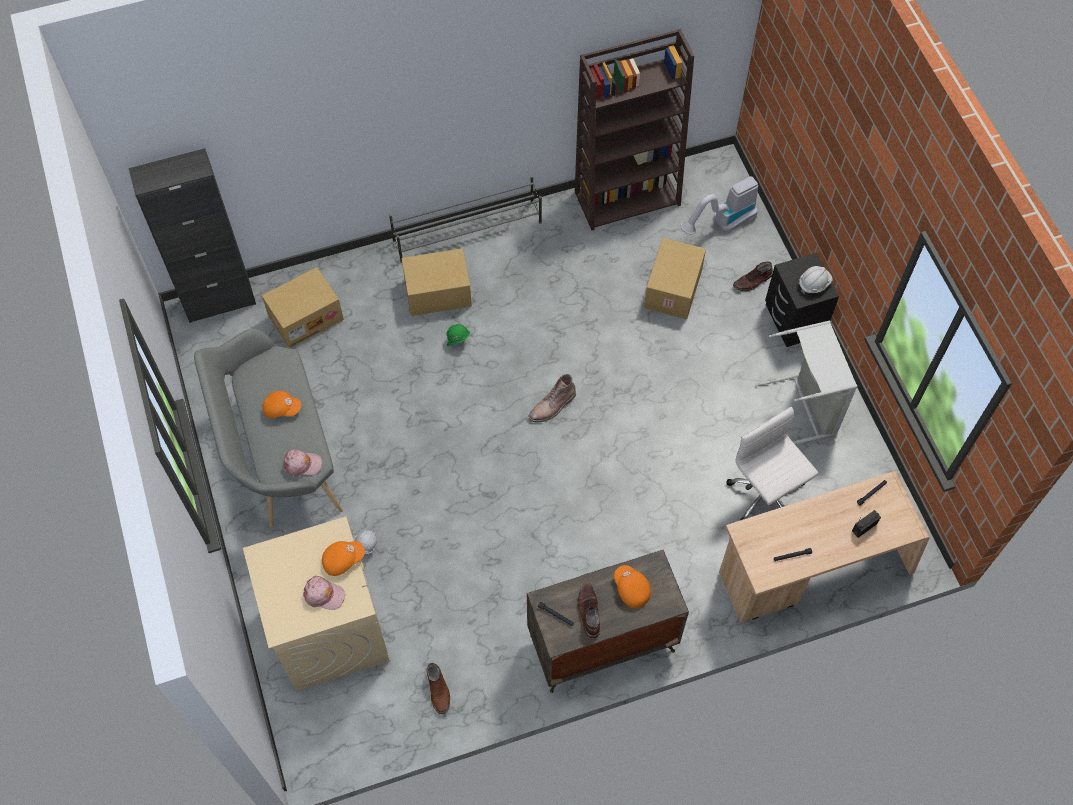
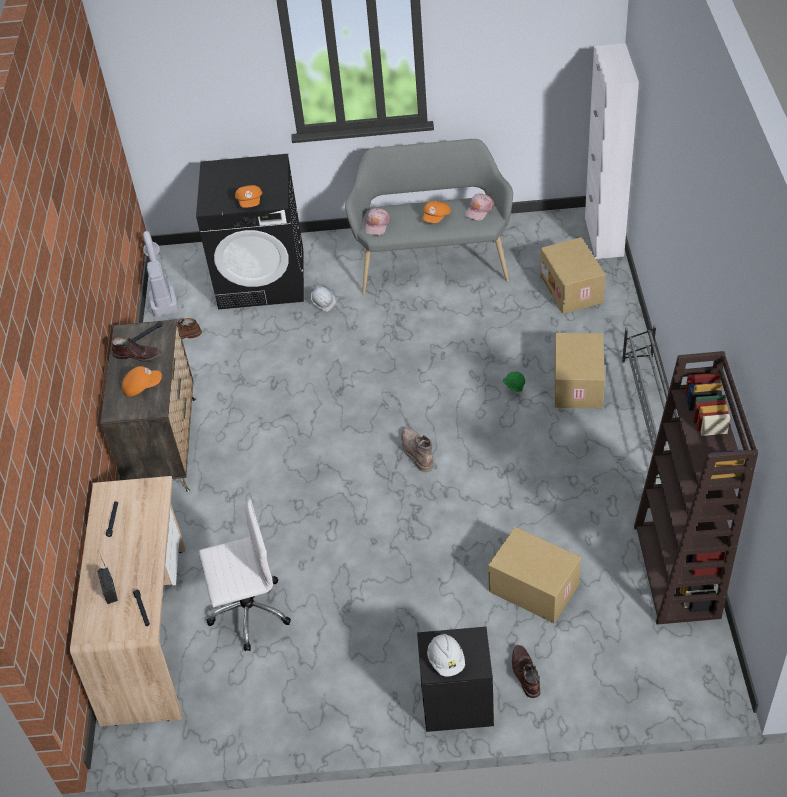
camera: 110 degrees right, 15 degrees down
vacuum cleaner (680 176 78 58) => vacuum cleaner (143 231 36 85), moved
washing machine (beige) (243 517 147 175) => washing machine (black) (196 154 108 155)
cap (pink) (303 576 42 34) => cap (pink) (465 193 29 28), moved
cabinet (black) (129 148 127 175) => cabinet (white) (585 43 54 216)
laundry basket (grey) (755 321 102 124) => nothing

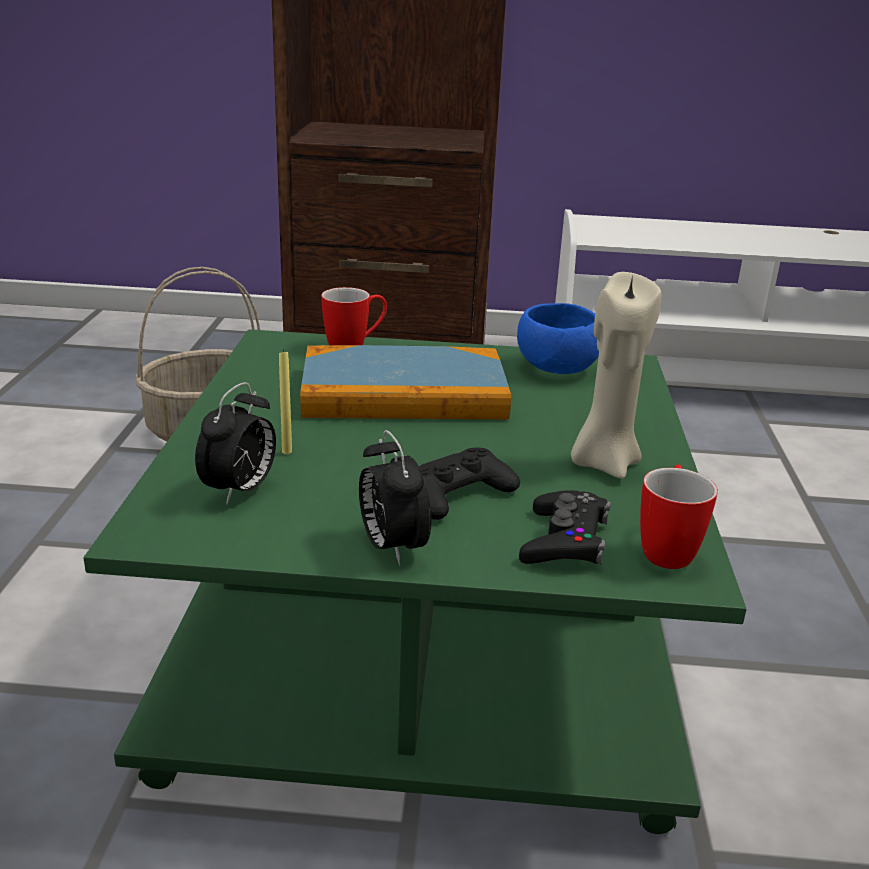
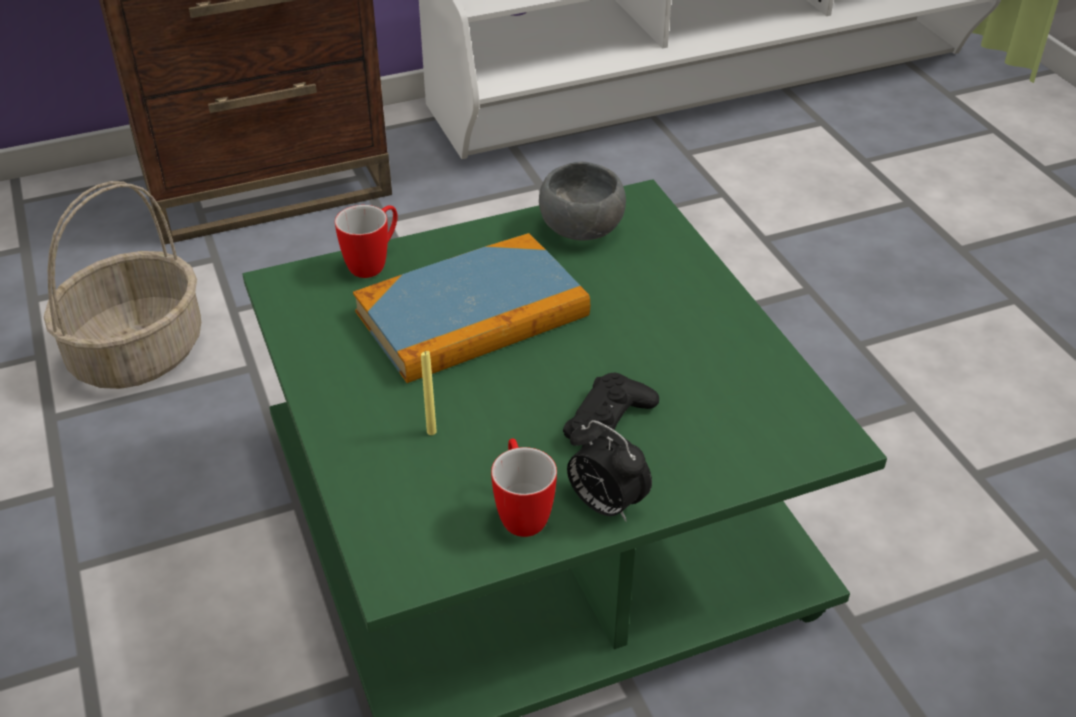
camera: 25 degrees left, 15 degrees up
mug (640 465 78 104) => mug (491 439 66 98), moved
bowl (blue) (517 303 82 71) => bowl (grey) (539 162 87 79)
alarm clock (195 382 81 123) => nothing
game controller (black) (519 490 92 75) => nothing
candle (beige) (571 272 91 207) => nothing

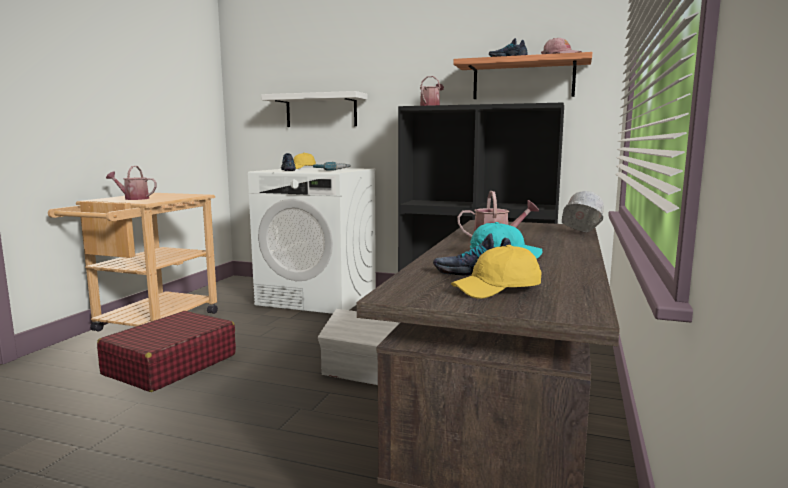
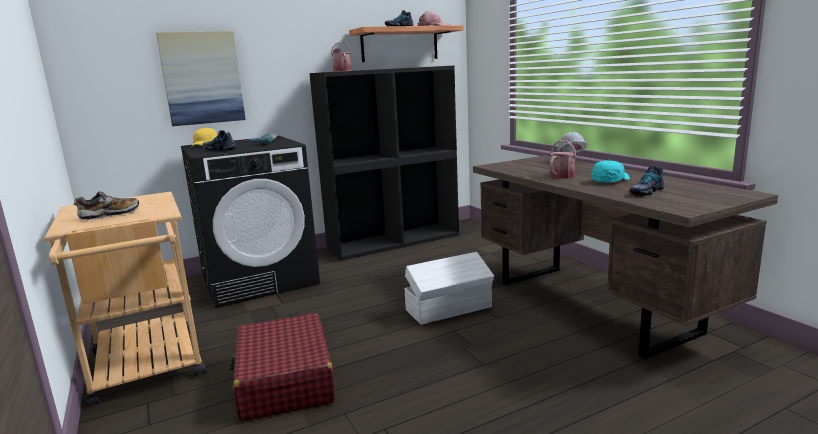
camera: 45 degrees left, 5 degrees up
watering can (106 166 51 34) => shoe (74 191 65 29)
shelf (white) (261 91 107 36) => picture (156 31 90 95)
washing machine (white) (248 168 128 146) => washing machine (black) (181 136 139 172)
cap (yellow) (451 245 91 54) => nothing

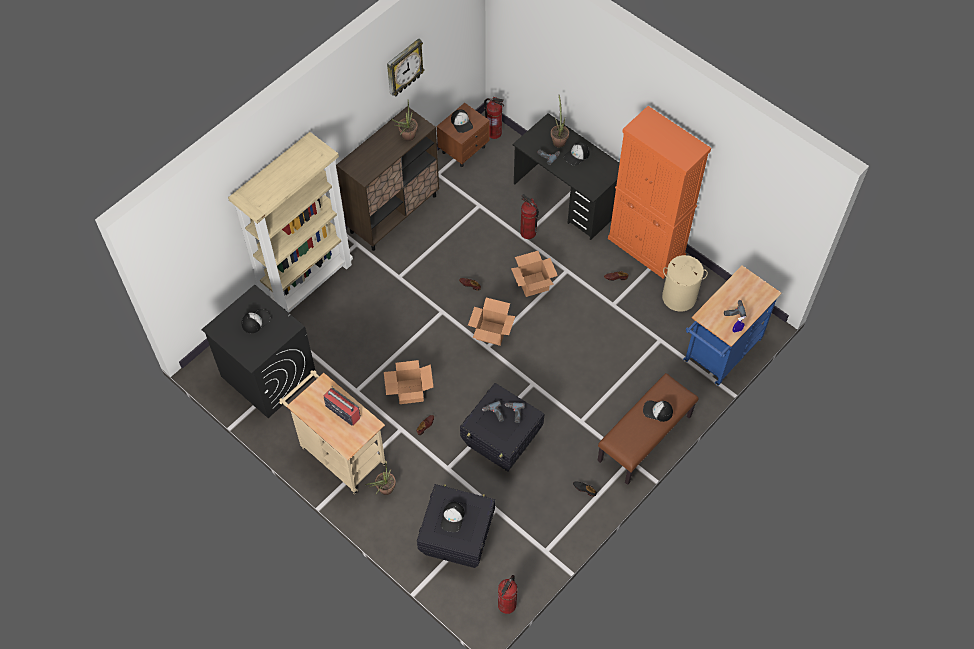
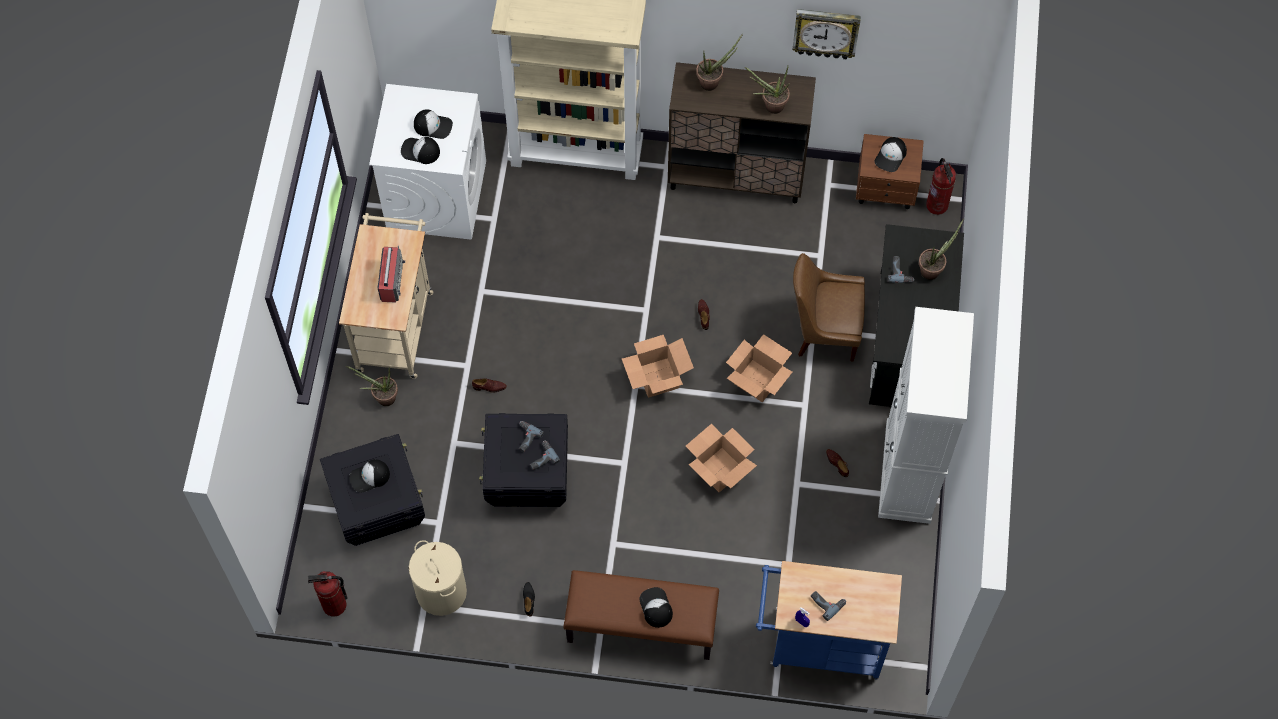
camera: 55 degrees right, 5 degrees up
washing machine (black) (201 285 115 133) => washing machine (white) (369 84 117 156)
cap (564 142 26 24) => cap (401 137 39 27), moved
laundry basket (beige) (662 255 46 57) => laundry basket (beige) (409 540 58 76), moved
cardboard box (384 360 49 44) => cardboard box (686 424 71 68), moved
nothing => potted plant (696 33 47 58)
fire extinguisher (520 194 19 45) => chair (brown) (793 253 72 108)
cabinet (orange) (608 106 103 173) => cabinet (white) (878 307 96 217)

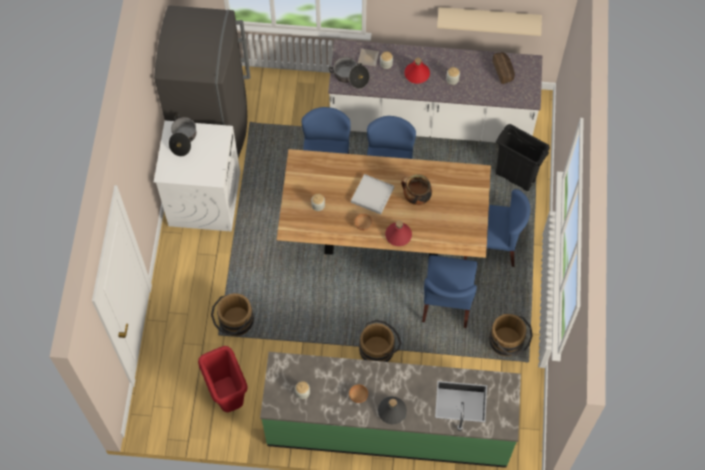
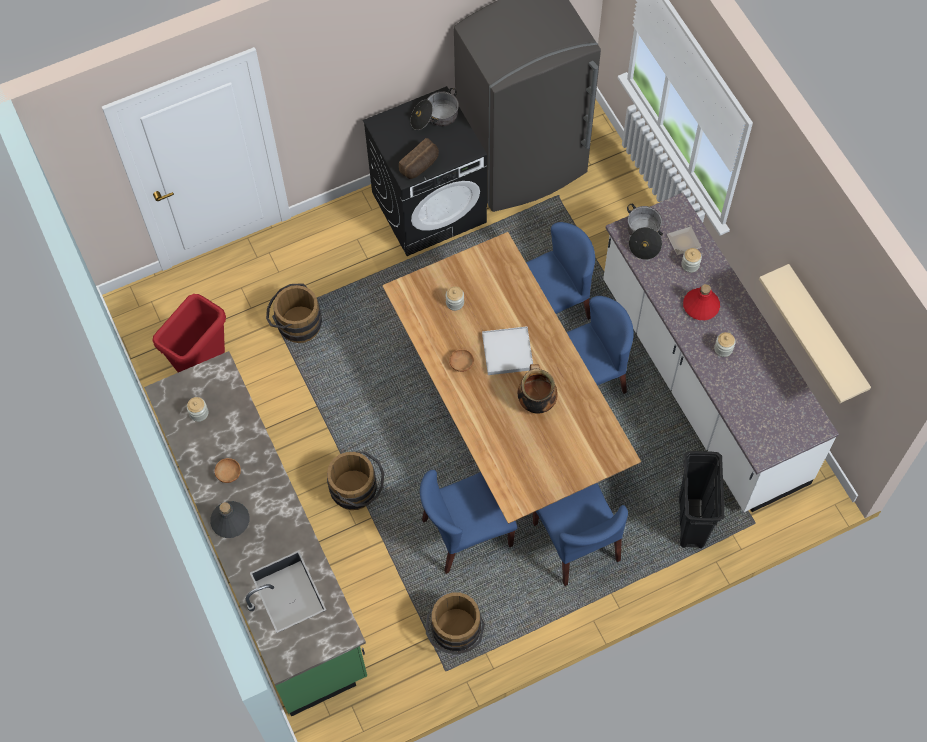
camera: 60 degrees right, 0 degrees up
washing machine (white) (154 121 86 110) => washing machine (black) (363 86 124 170)
bread (493 52 22 32) => bread (399 138 40 41), moved
bottle (red) (385 221 27 25) => nothing

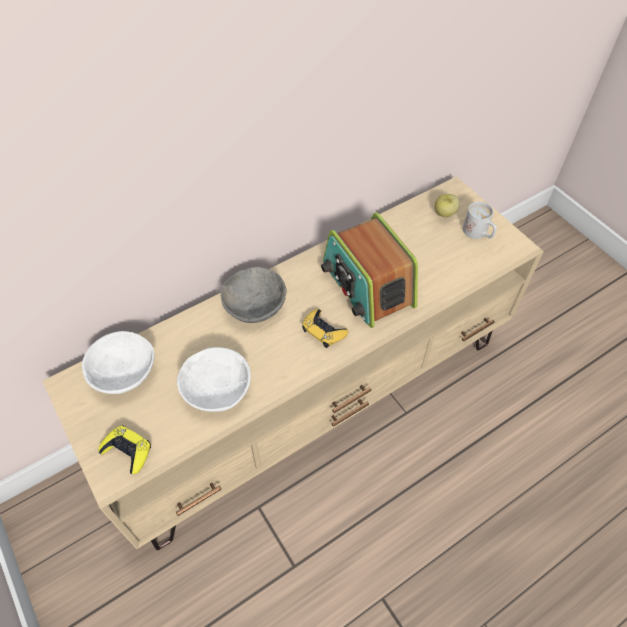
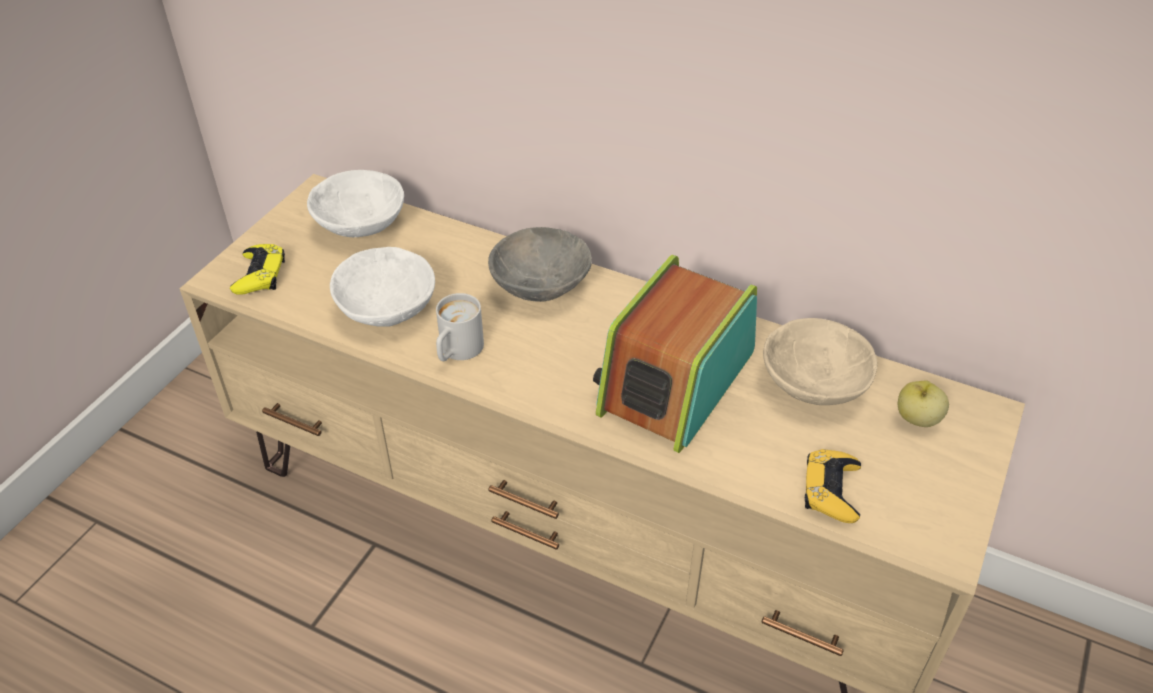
camera: 60 degrees right, 10 degrees down
mug (white) (463 202 34 37) => mug (white) (436 293 48 68), moved
nothing => bowl (beige) (763 318 114 87)
game controller (yellow) (302 309 46 39) => game controller (yellow) (805 449 56 74), moved

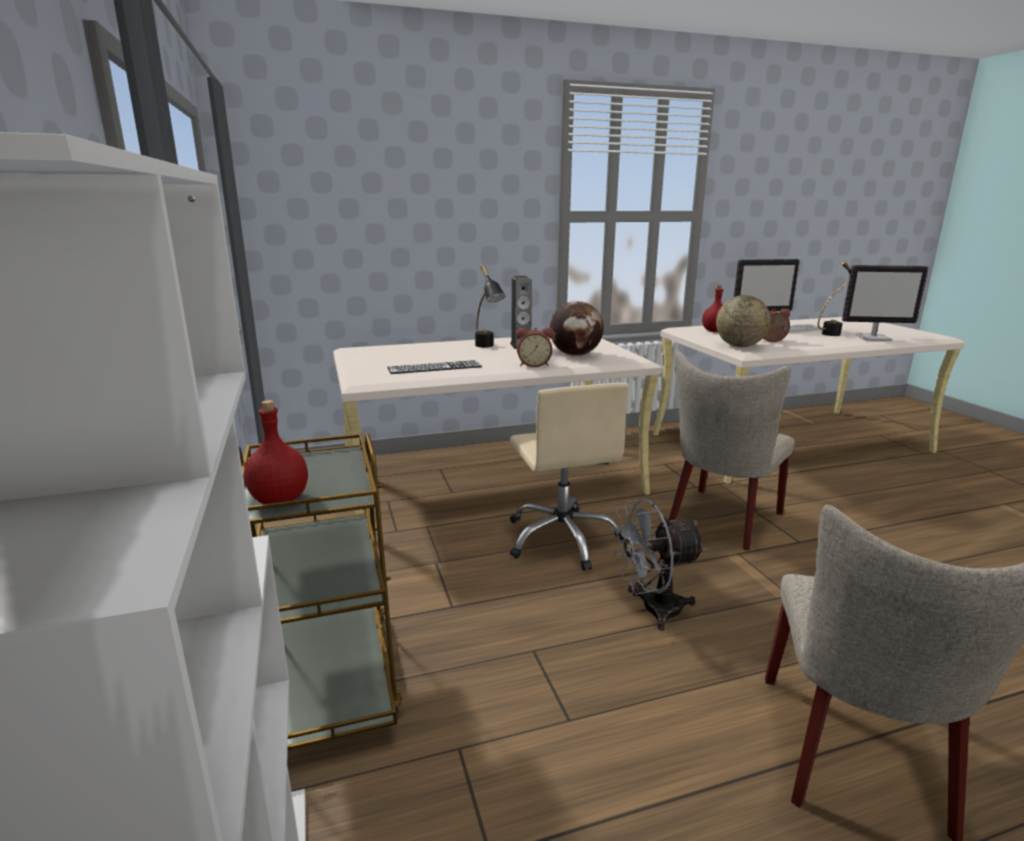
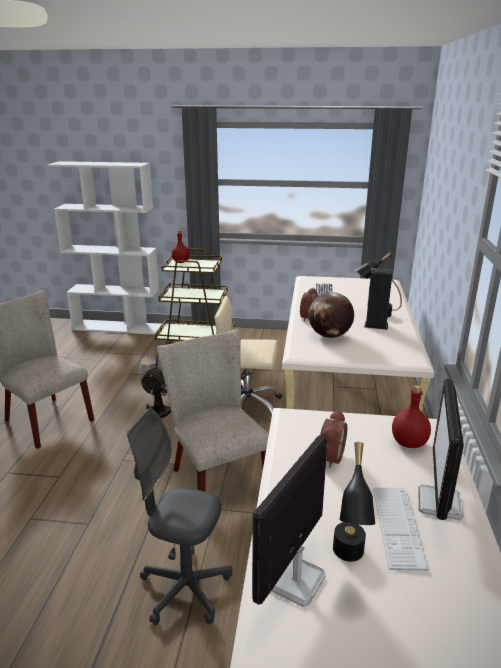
camera: 115 degrees right, 5 degrees up
nothing => office chair (grey) (127 408 105 217)
globe (716 295 55 52) => nothing

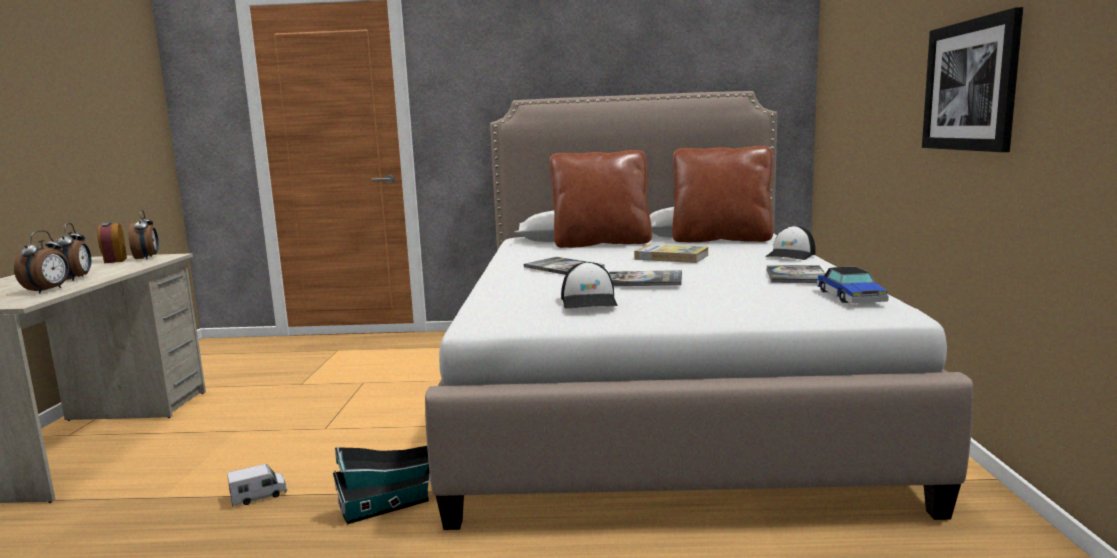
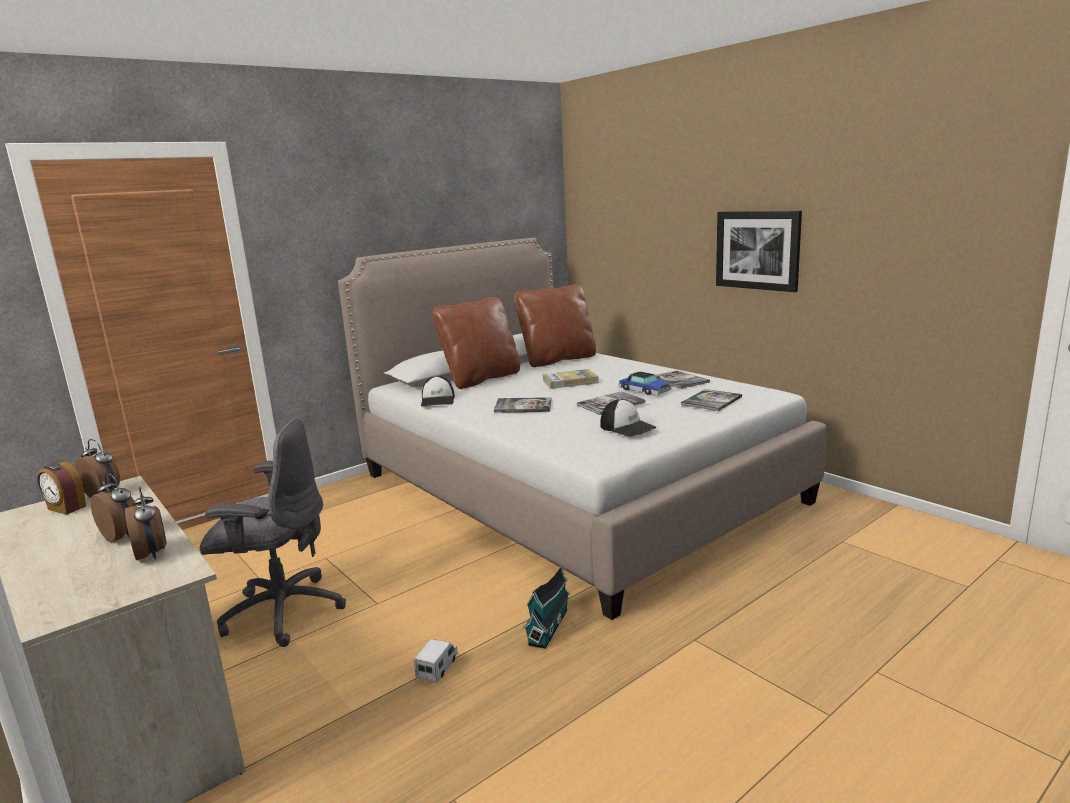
camera: 40 degrees left, 5 degrees up
nothing => office chair (grey) (200 419 146 228)
cap (765 226 51 34) => cap (421 376 34 30), moved
toy car (817 267 72 36) => toy car (619 372 52 23), moved
nothing => book (681 389 61 22)

